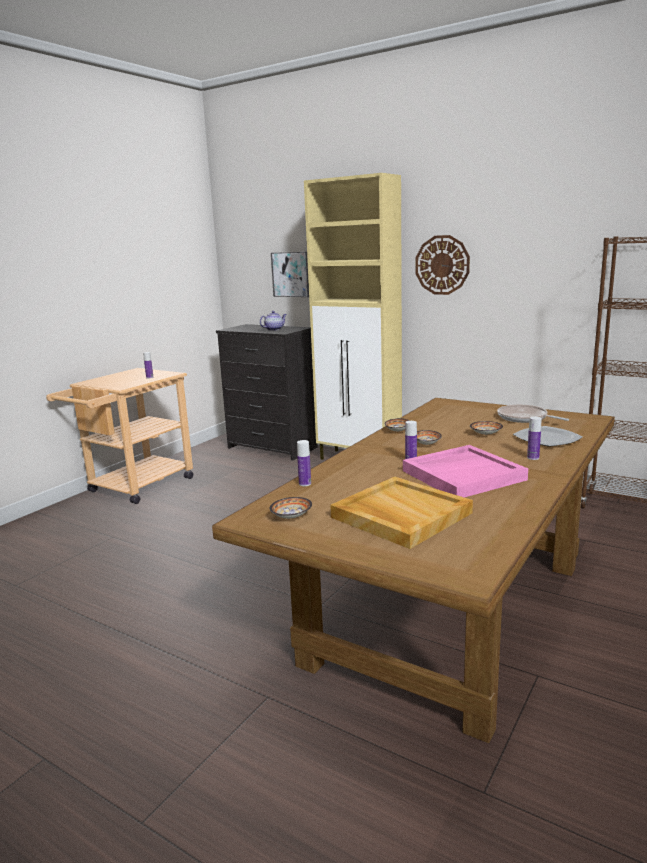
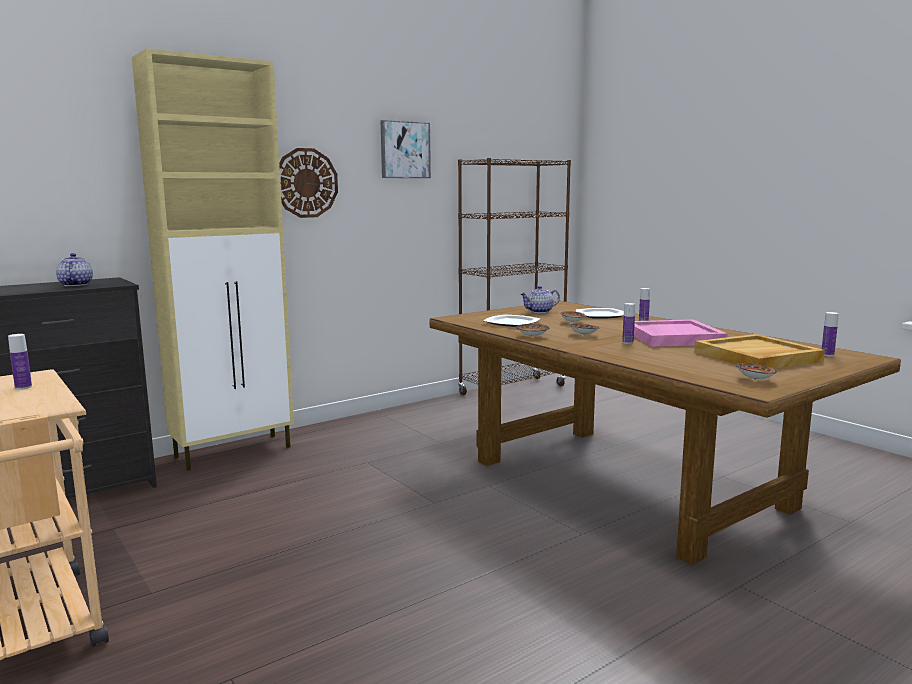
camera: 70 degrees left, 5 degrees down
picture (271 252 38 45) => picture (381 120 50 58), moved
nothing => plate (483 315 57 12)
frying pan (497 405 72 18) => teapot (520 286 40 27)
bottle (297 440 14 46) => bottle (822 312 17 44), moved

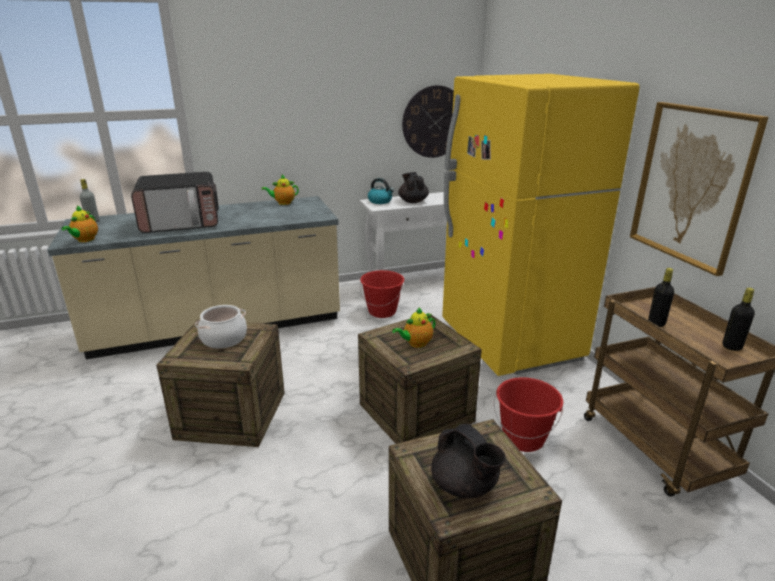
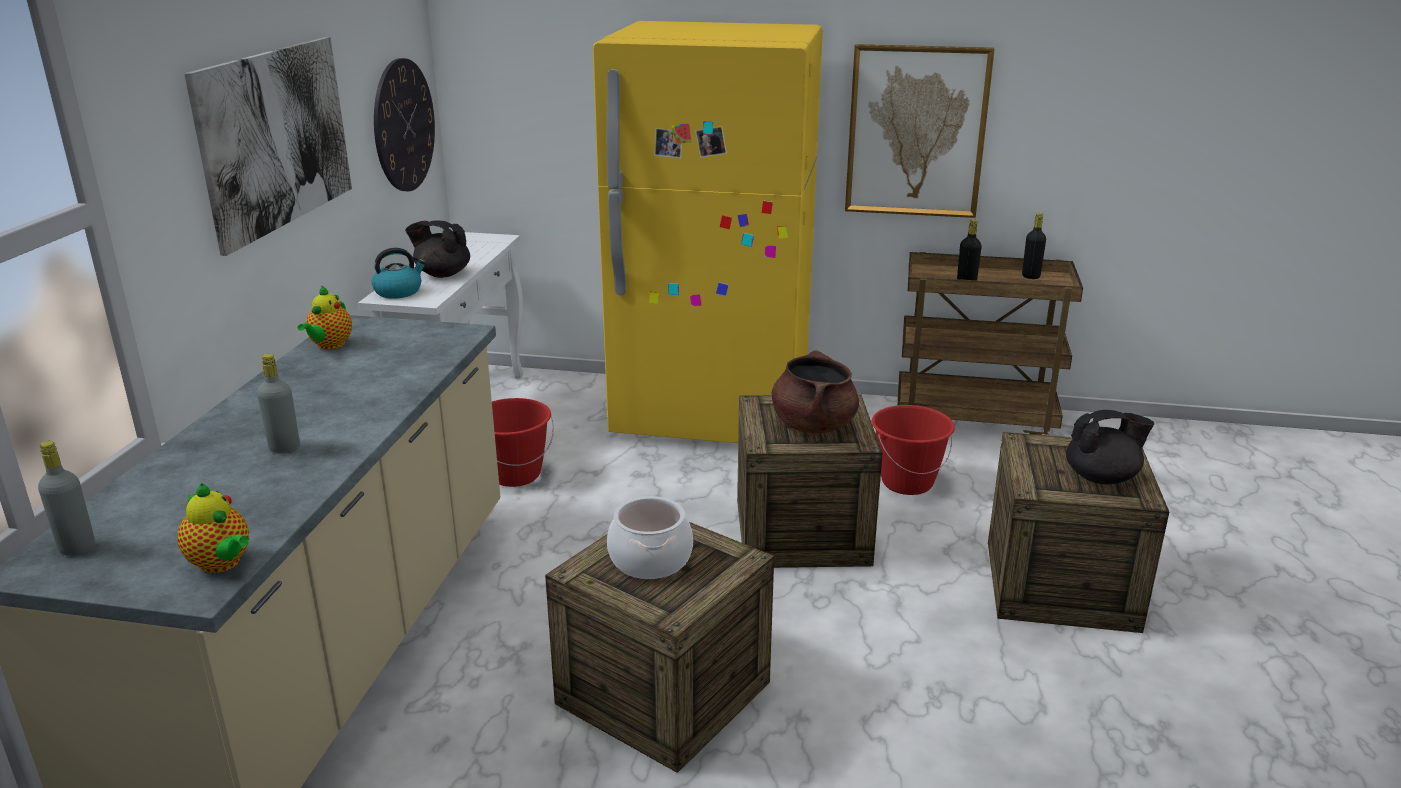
camera: 60 degrees left, 0 degrees up
nothing => picture (184 37 168 219)
microwave (131 172 88 61) => bottle (grey) (257 354 43 99)
teapot (392 307 44 41) => cooking pot (brown) (772 350 87 83)

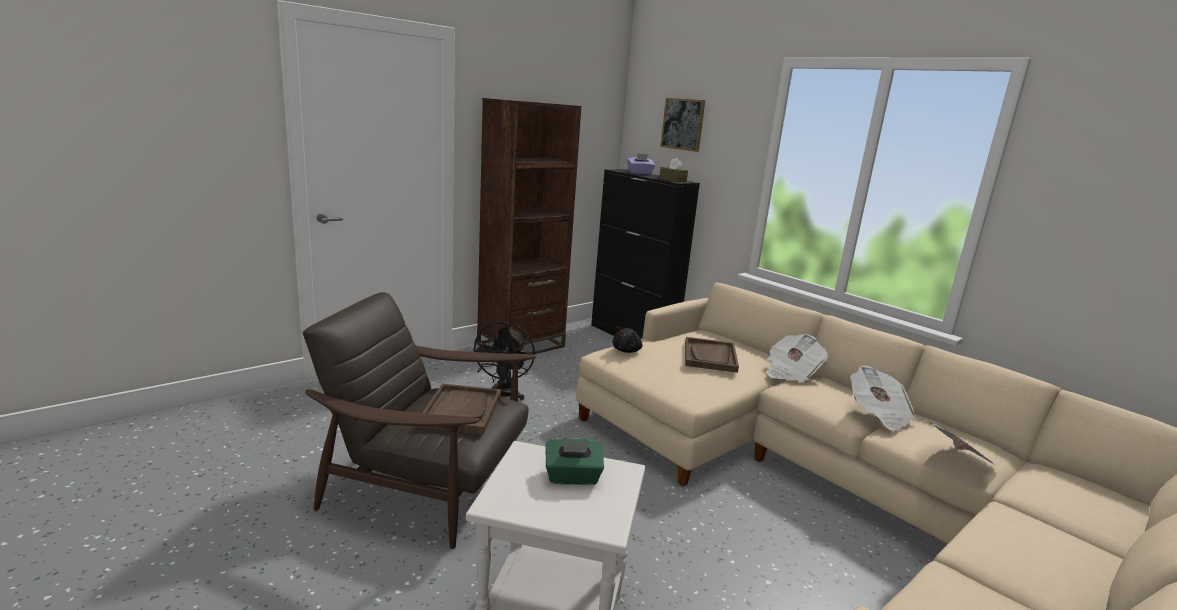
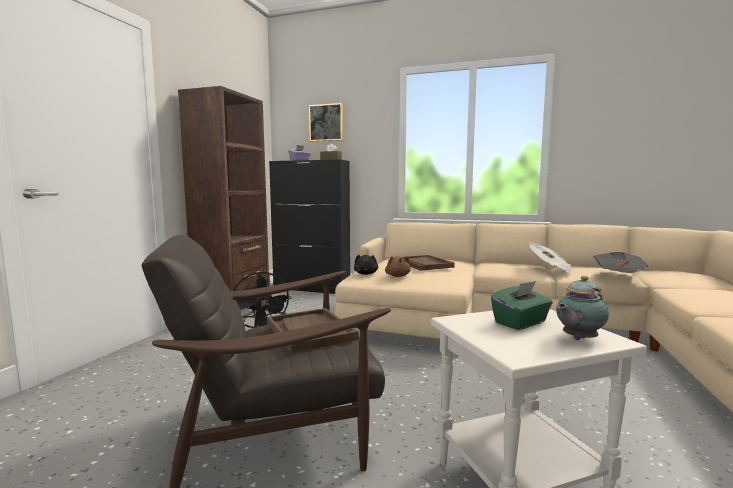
camera: 30 degrees left, 10 degrees down
nothing => plush toy (brown) (385 256 25 21)
nothing => teapot (556 276 53 64)
newspaper (767 334 61 48) => nothing

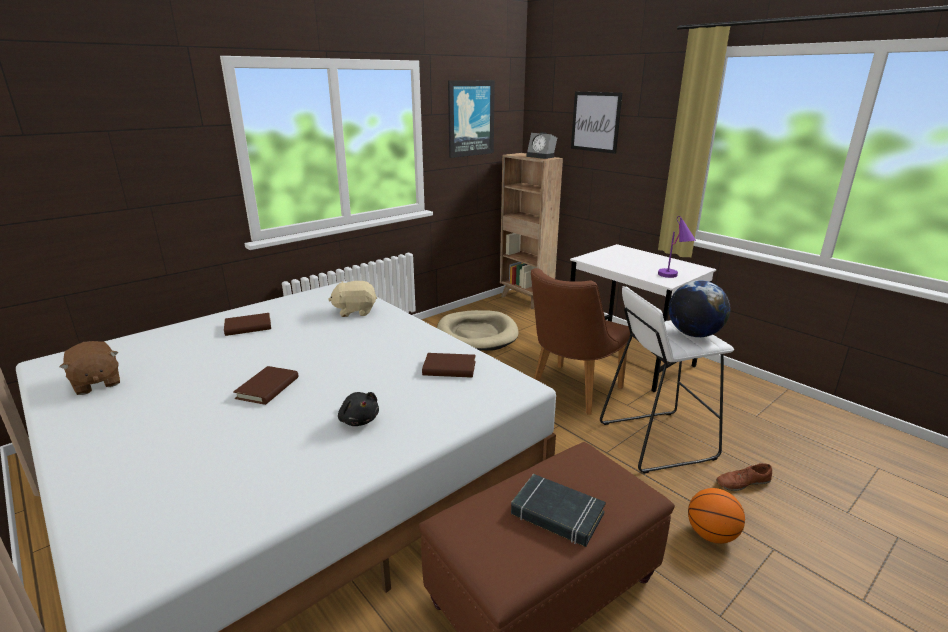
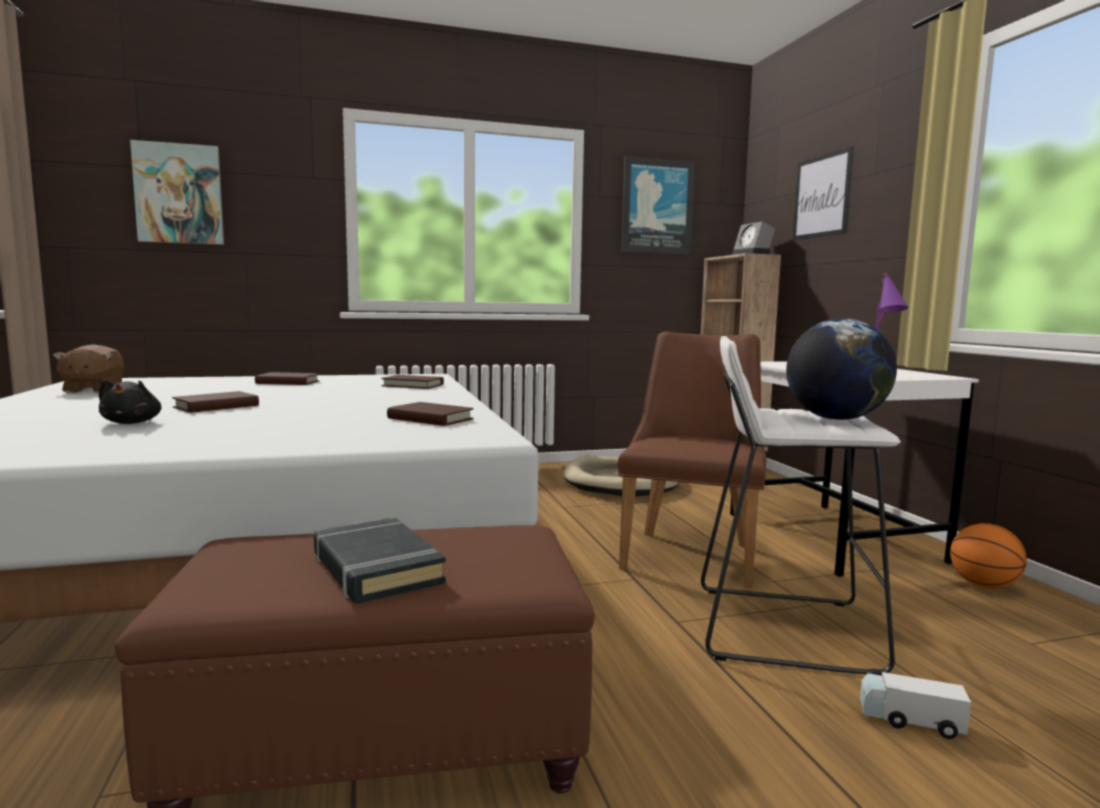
camera: 25 degrees right, 15 degrees down
plush toy (black) (338 392 41 34) => plush toy (black) (99 380 62 44), moved
nothing => picture (130 140 94 105)
plush toy (beige) (328 281 49 36) => book (brown) (381 375 63 14)
chair (brown) (531 268 102 147) => chair (brown) (618 332 149 256), 135 degrees clockwise
shoe (brown) (716 463 56 28) => toy truck (860 672 111 67)
basketball (688 488 57 56) => basketball (950 523 77 66), moved

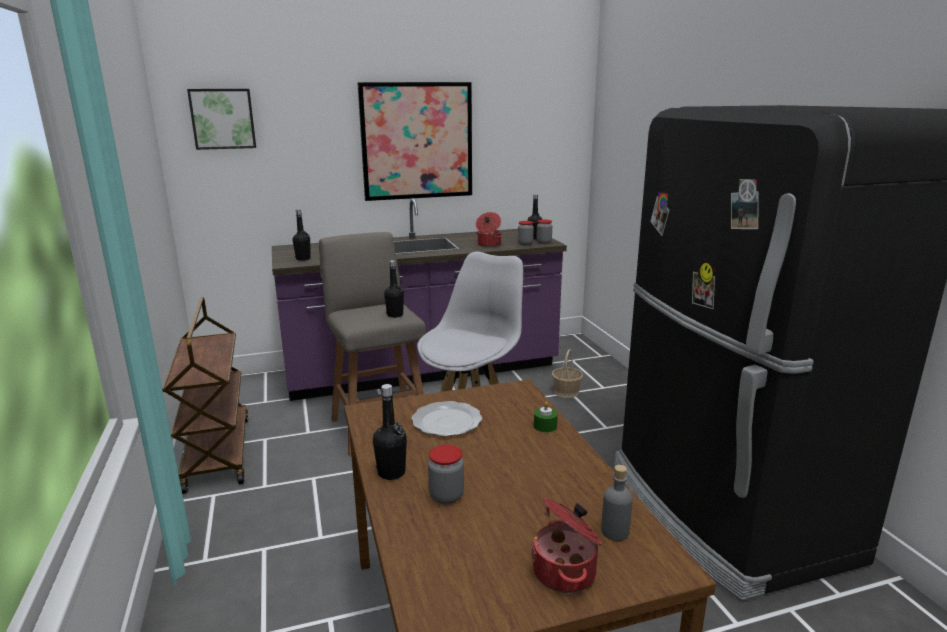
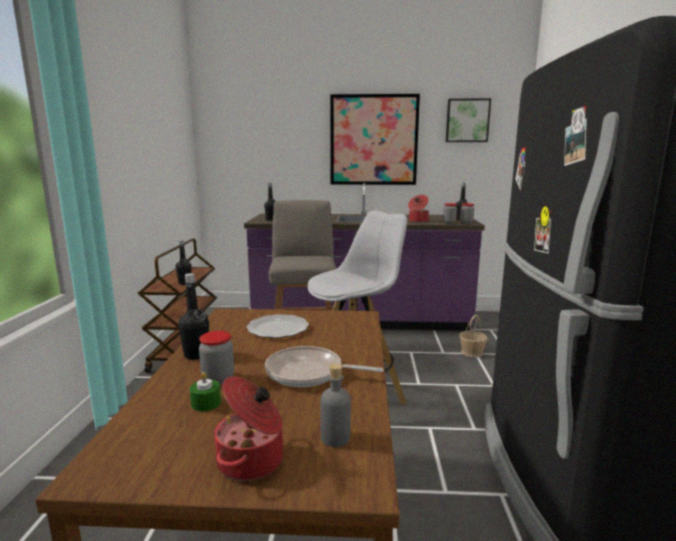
camera: 20 degrees right, 5 degrees down
bottle (black) (384 260 20 58) => bottle (black) (176 240 16 45), moved
candle (green) (534 401 24 32) => candle (green) (190 372 31 40), moved
nothing => frying pan (265 346 118 41)
picture (187 89 69 61) => picture (446 98 45 44), moved

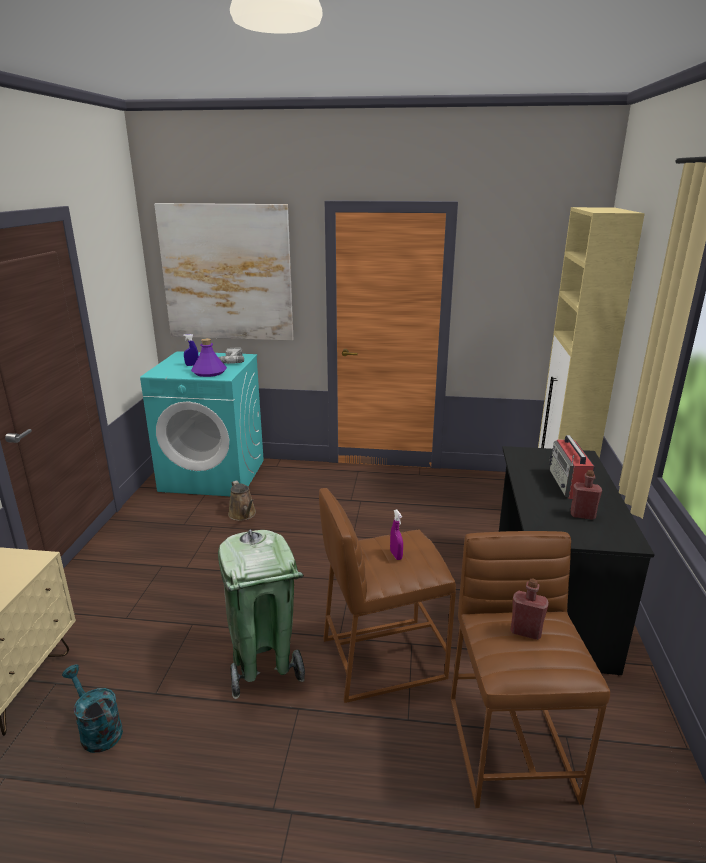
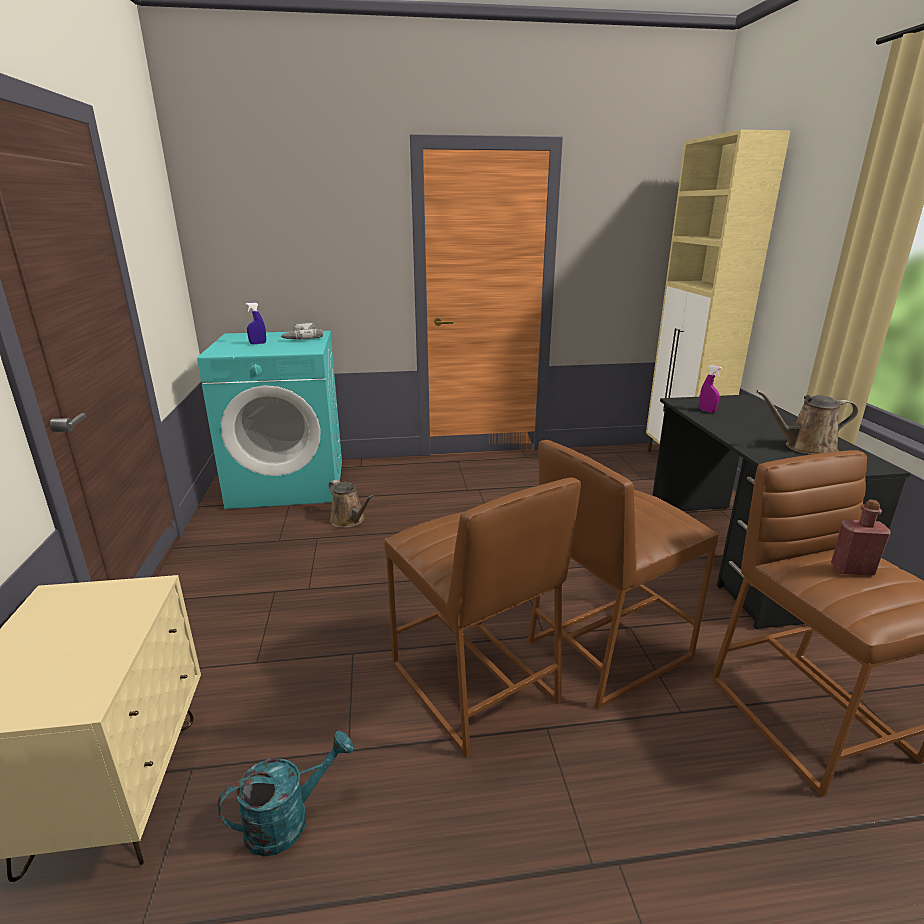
camera: 15 degrees left, 0 degrees up
watering can (turquoise) (62 664 61 89) => watering can (turquoise) (217 731 137 126), 120 degrees clockwise
trash can (green) (218 530 87 169) => stool (brown) (384 477 197 281)
spray bottle (purple) (390 509 13 51) => spray bottle (purple) (699 365 23 48), moved
bottle (red) (570 470 32 50) => watering can (brown) (756 390 102 64)
picture (154 203 139 138) => nothing
bottle (purple) (191 338 36 39) => nothing
radio (549 435 46 64) => nothing

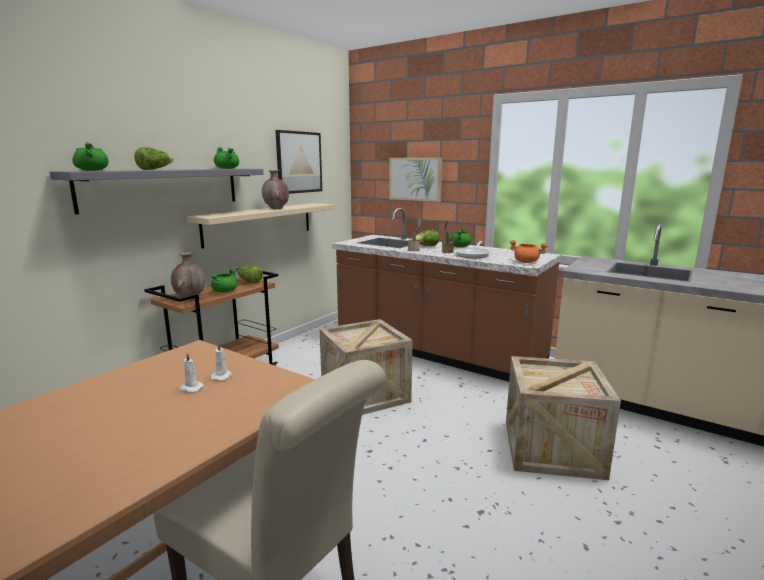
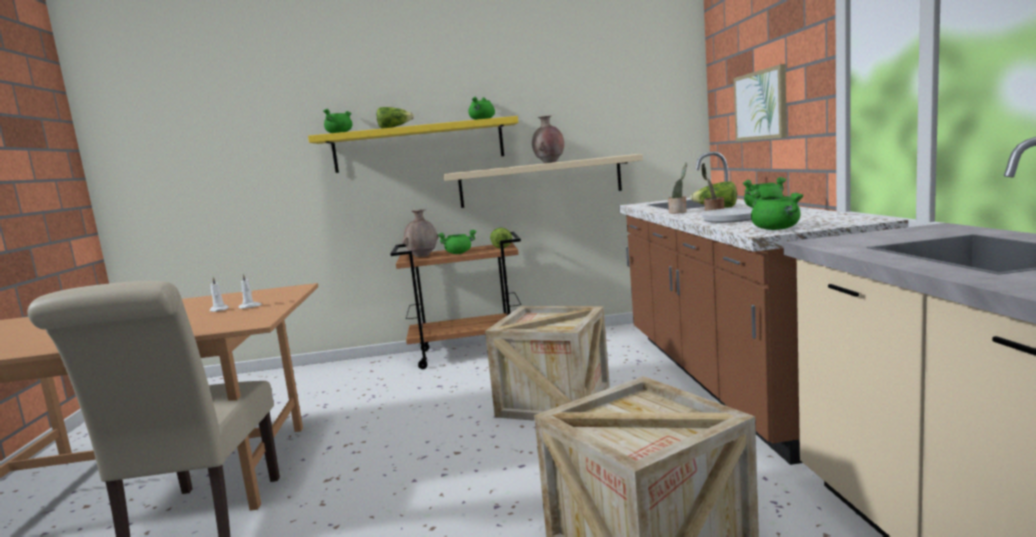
camera: 50 degrees right, 5 degrees down
shelf (grey) (50 169 214 45) => shelf (yellow) (308 116 210 57)
cooking pot (orange) (510 240 38 23) => cooking pot (green) (749 189 55 41)
picture (275 130 47 64) => nothing

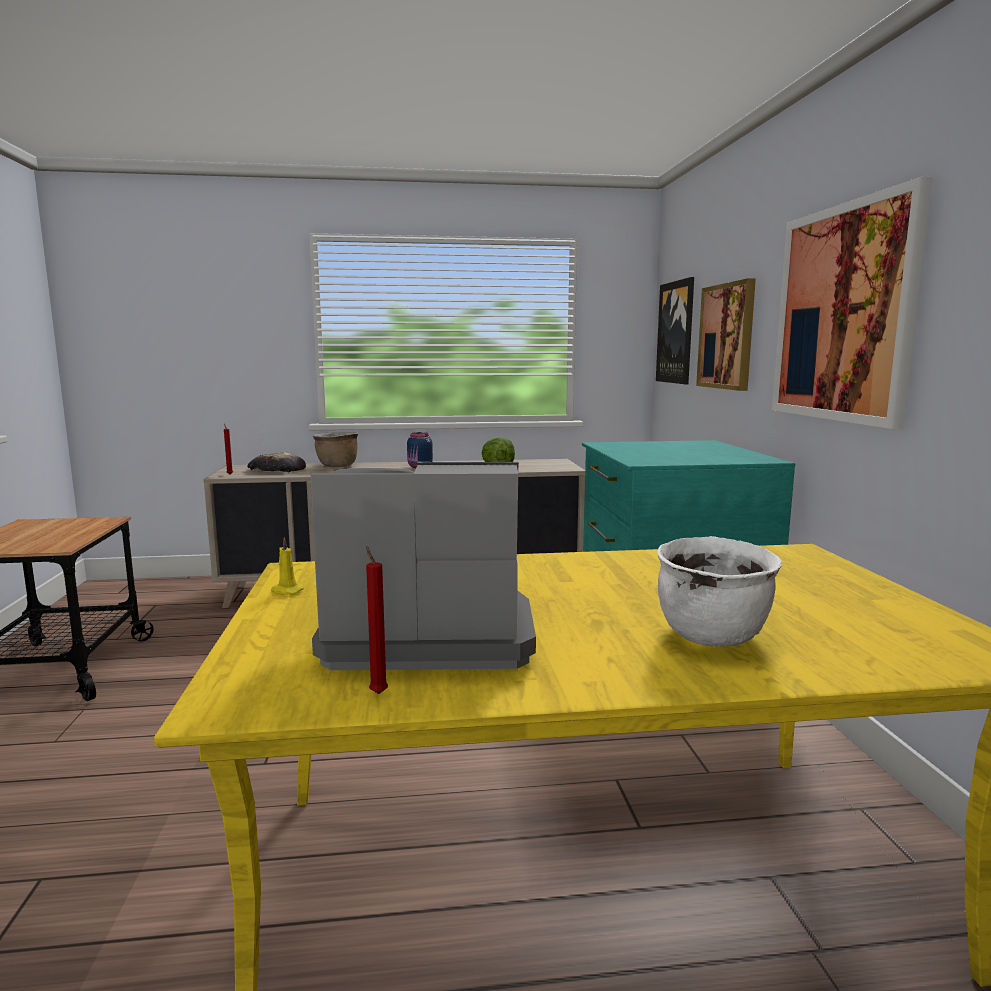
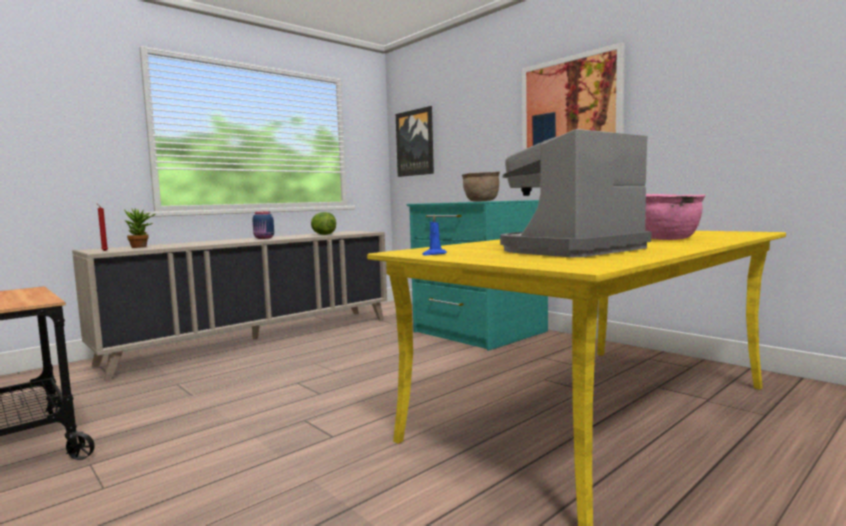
camera: 35 degrees left, 5 degrees down
bread (247 452 59 20) => potted plant (124 208 31 40)
candle (yellow) (271 538 33 57) => candle (blue) (422 215 25 40)
cooking pot (brown) (313 432 45 35) => cooking pot (brown) (462 171 38 30), moved
cooking pot (white) (657 536 125 111) => cooking pot (pink) (645 194 60 46)
candle (red) (366 546 22 148) => nothing
picture (696 278 60 113) => nothing

